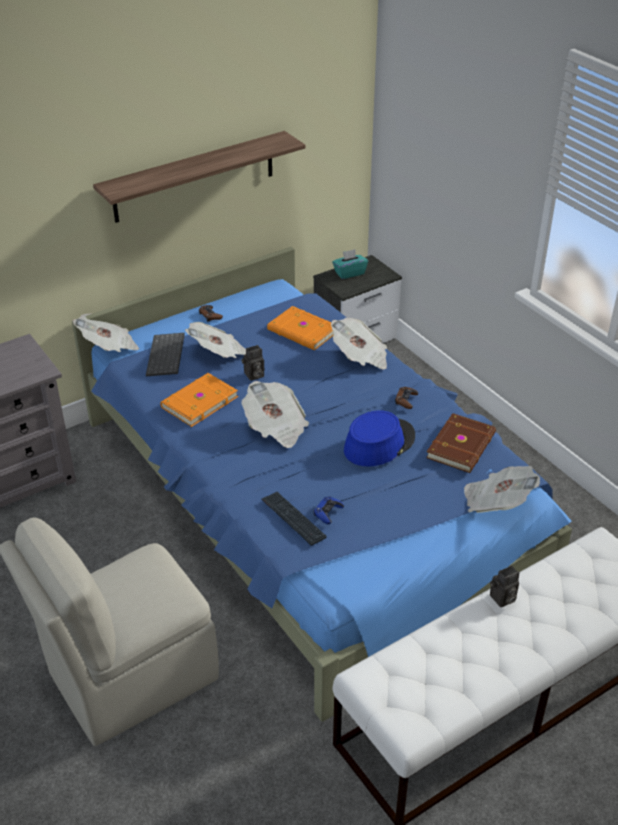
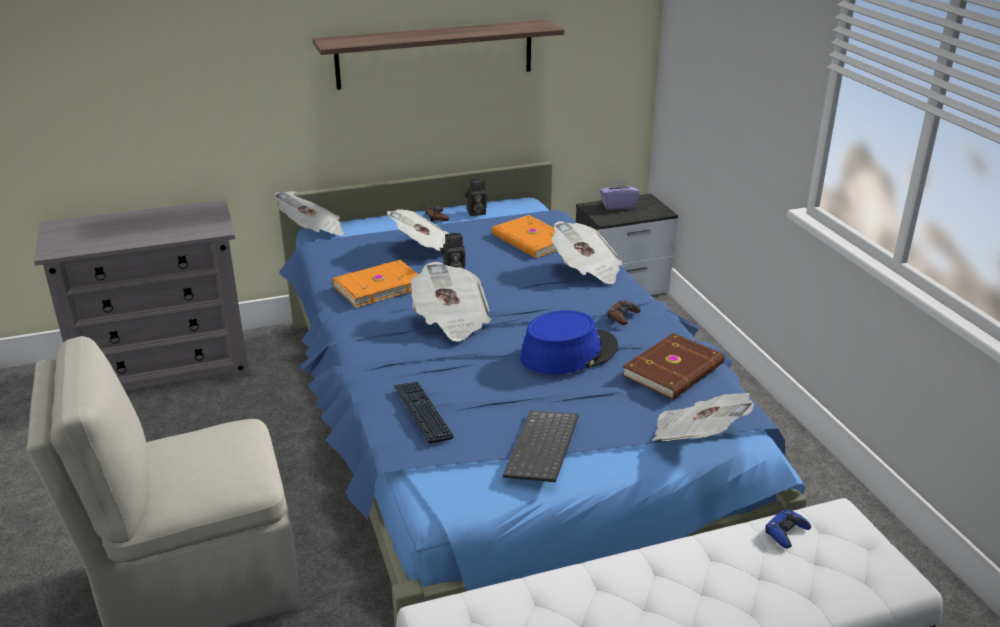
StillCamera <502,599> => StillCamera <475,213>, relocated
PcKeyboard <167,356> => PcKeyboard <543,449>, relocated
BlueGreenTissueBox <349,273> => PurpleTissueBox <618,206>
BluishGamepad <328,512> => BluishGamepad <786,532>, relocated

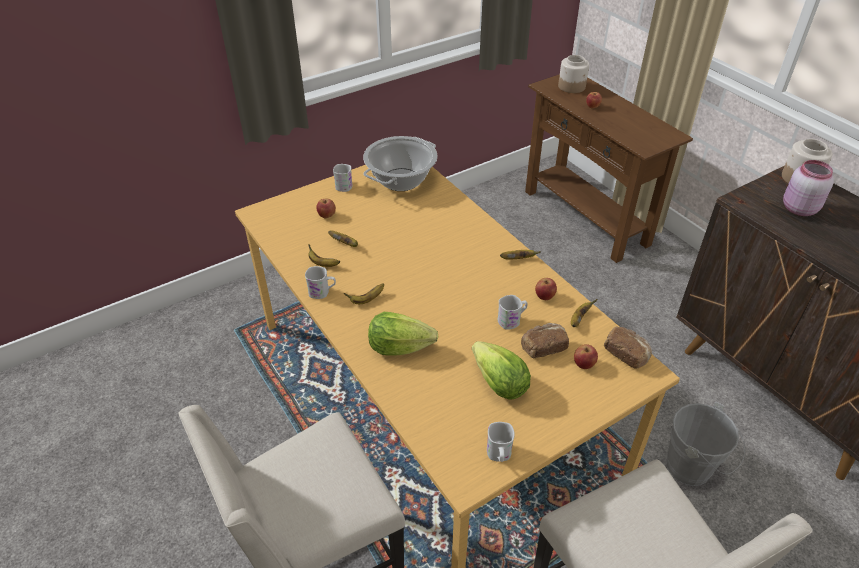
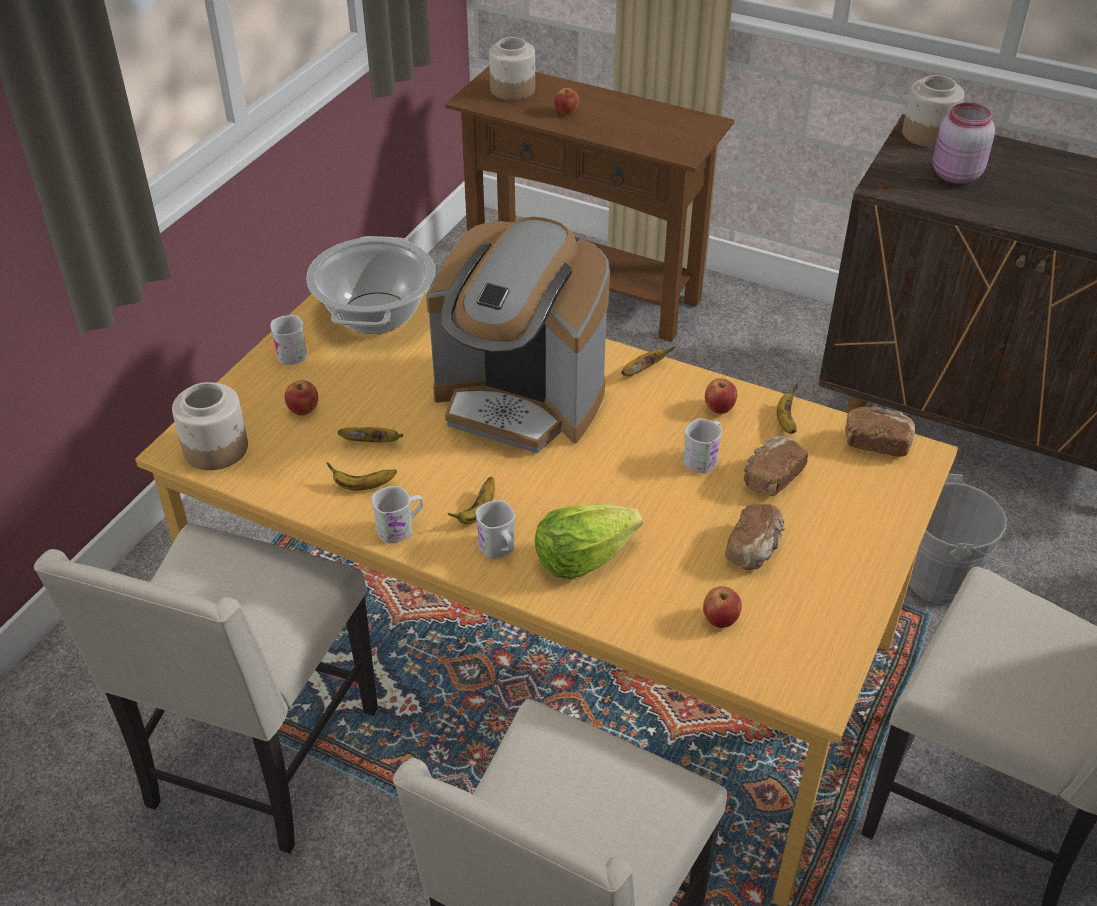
nothing => SandColouredChair <259,760>
nothing => Jar <217,448>
nothing => CoffeeMaker <520,401>
WhiteMug <499,455> => WhiteMug <499,549>, relocated
Apple <584,364> => Apple <720,619>, relocated
LettuceHead <499,384> => BakeryBread <755,549>

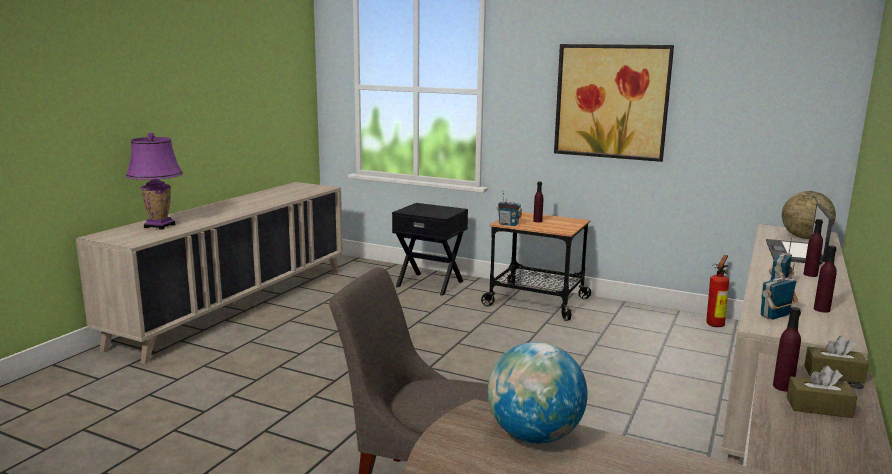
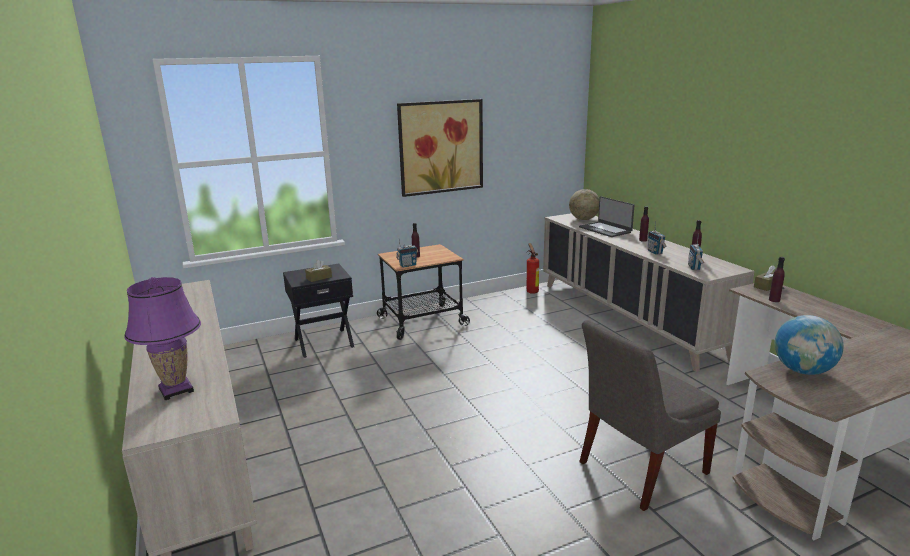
BrownishTissueBox <819,407> => BrownishTissueBox <319,278>, relocated

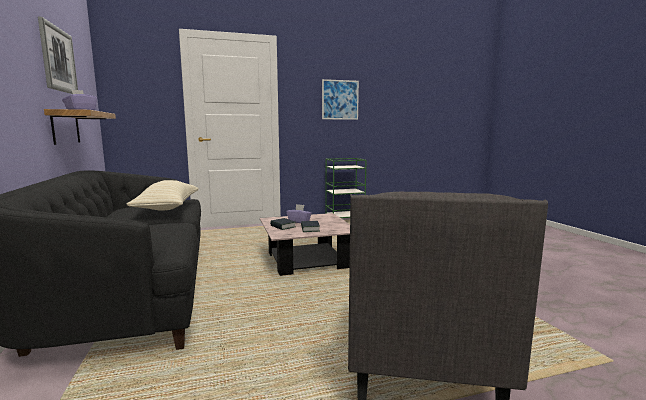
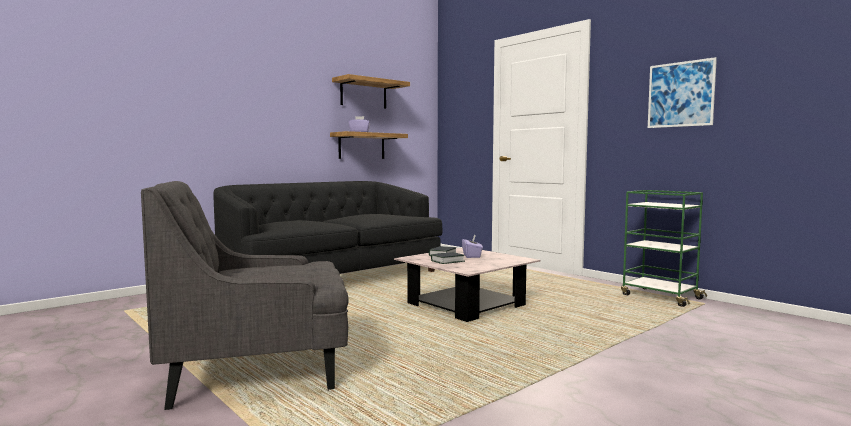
WallPicture <58,59> => Shelf <363,94>
SandColouredThrowPillow <168,208> => nothing

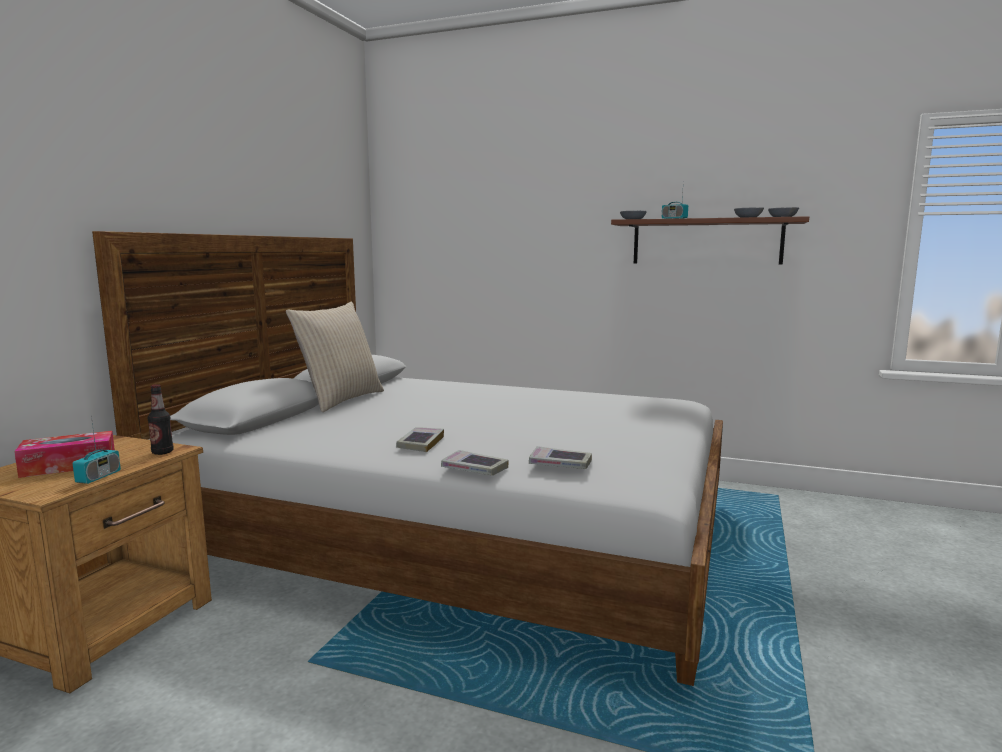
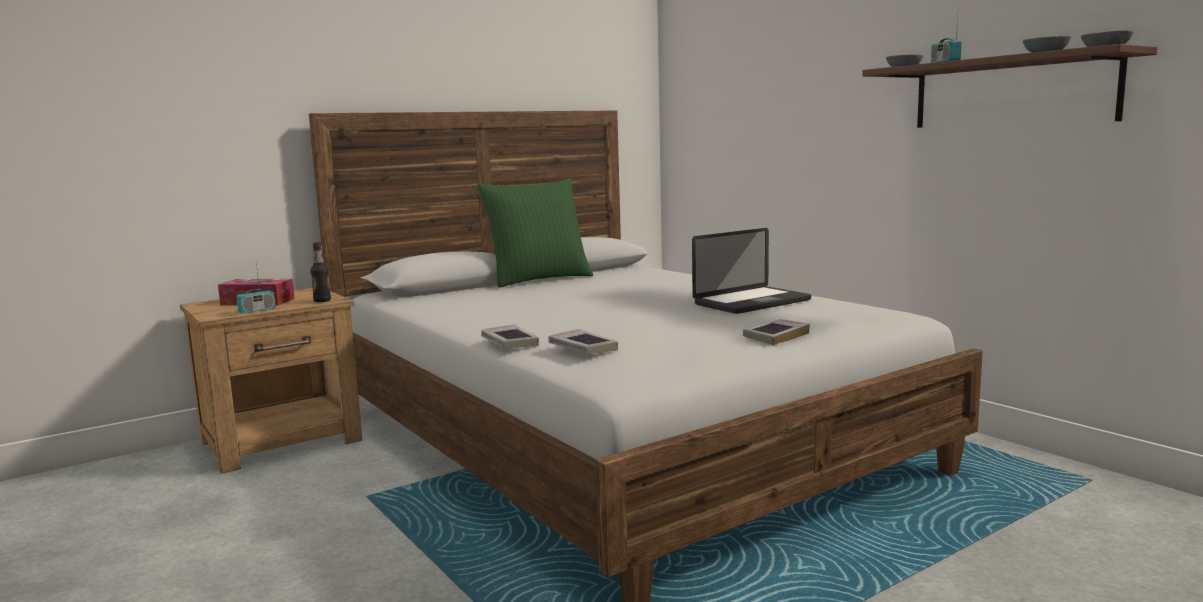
SandColouredThrowPillow <340,400> => GreenThrowPillow <538,279>
nothing => Laptop <752,302>
Volume <420,443> => Volume <776,336>, relocated

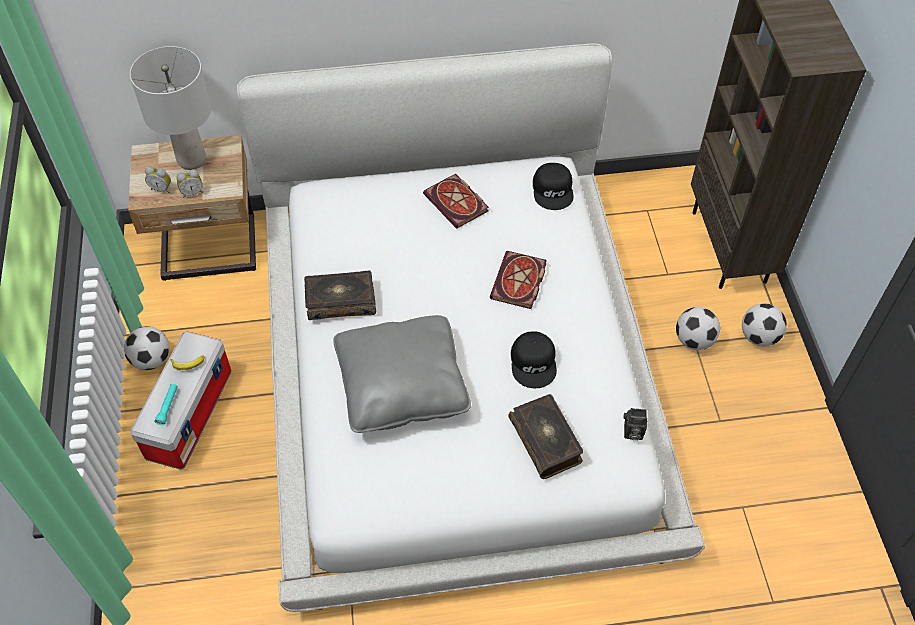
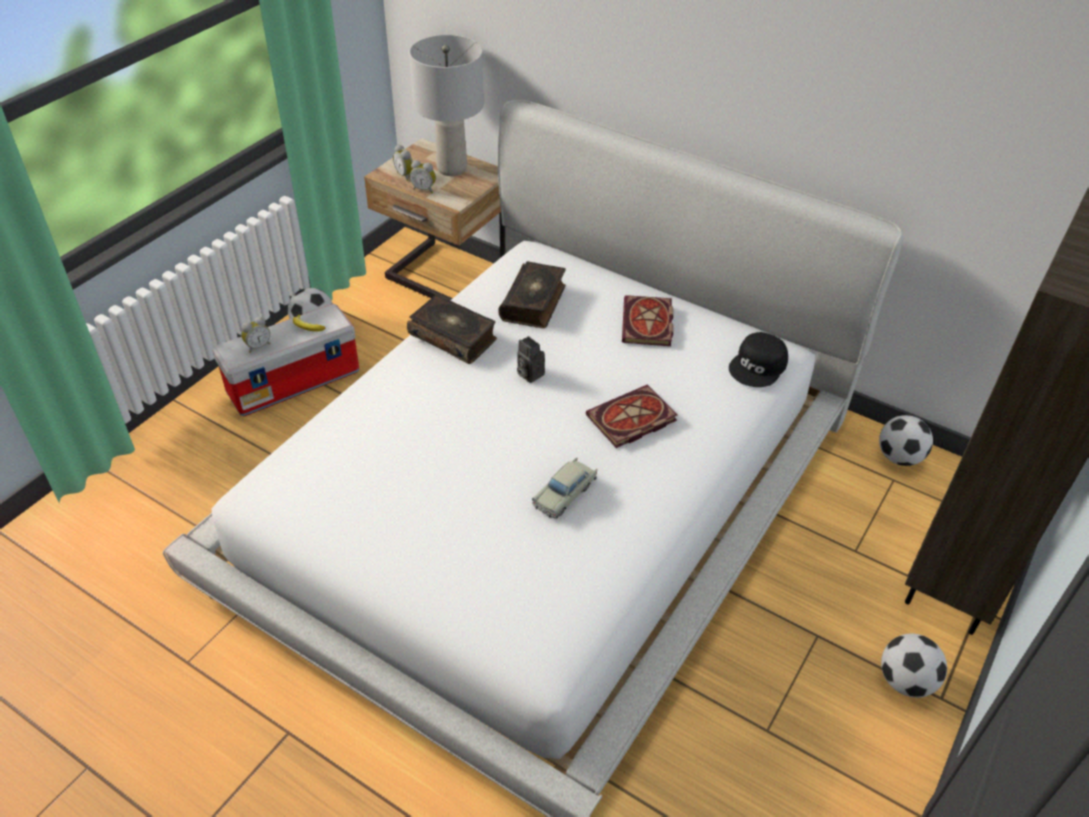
BlueGreenTorch <168,406> => TableClock <258,346>
Volume <546,441> => Volume <534,303>, relocated
StillCamera <632,432> => StillCamera <528,374>, relocated
BlackBaseballCap <534,362> => SandColouredModelCar <565,494>
BallForFootball <694,340> => BallForFootball <899,457>, relocated
GrayThrowPillow <402,385> => nothing

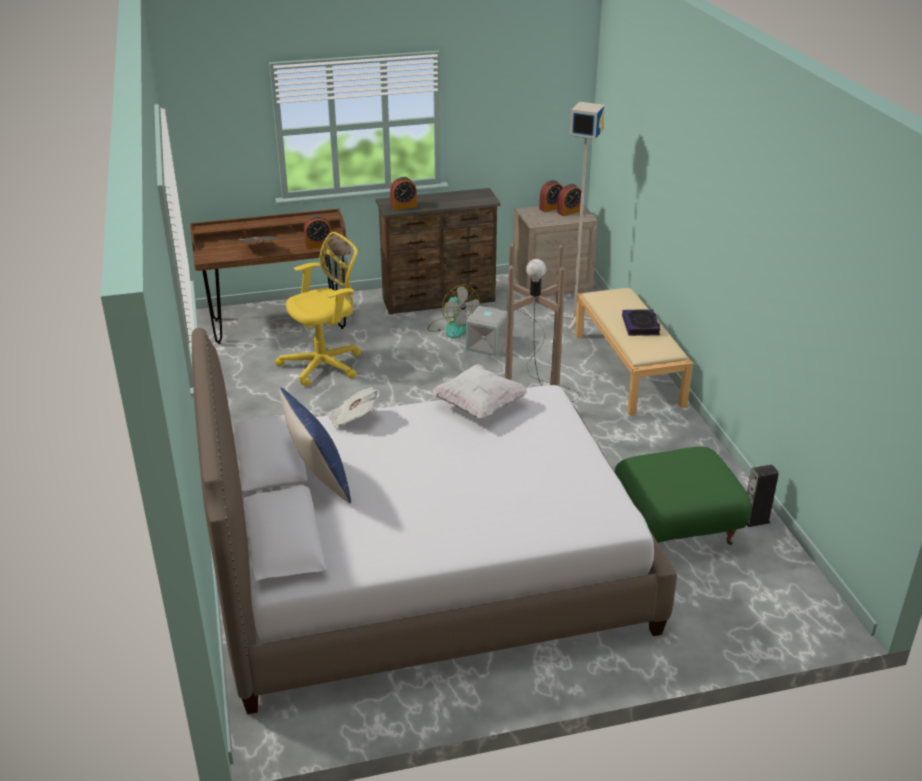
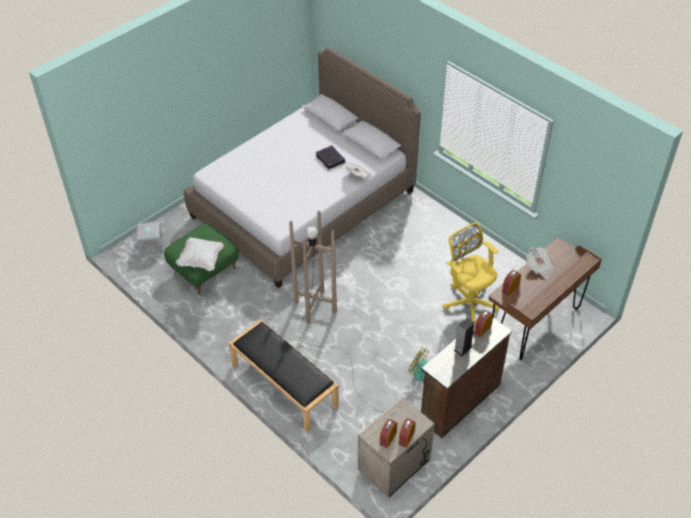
GrayStorageBox <488,346> => GrayStorageBox <151,246>, relocated
WhiteThrowPillow <479,406> => WhiteThrowPillow <201,260>, relocated
SandColouredLongSeat <629,370> => BlackLongSeat <283,384>
Volume <640,326> => Volume <330,159>, relocated
YellowColouredDeskChair <325,365> => YellowColouredDeskChair <468,302>, 120 degrees clockwise
AudioSpeaker <755,520> => AudioSpeaker <462,348>, relocated
BluishThrowPillow <318,480> => nothing
GrayFloorLamp <574,318> => nothing

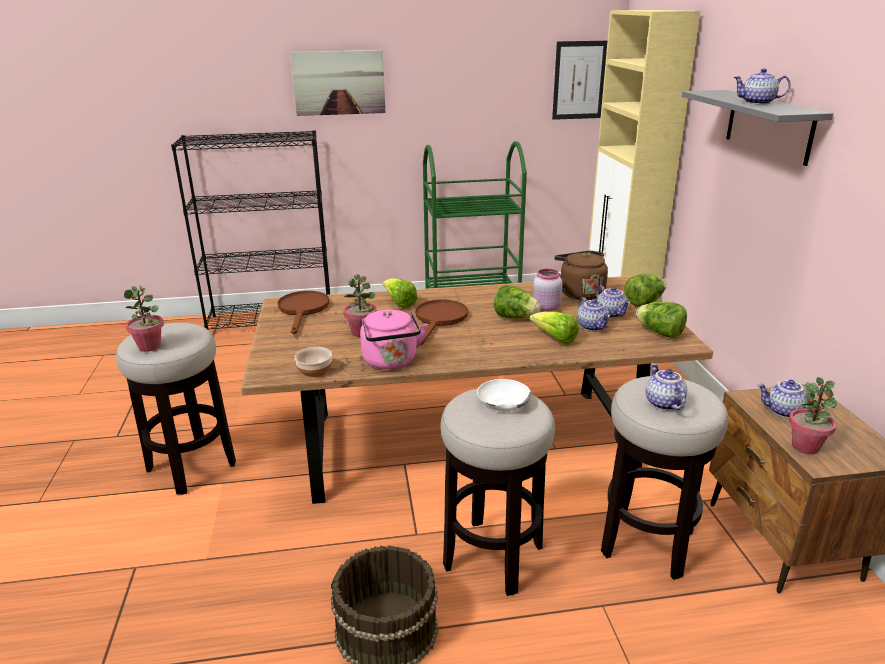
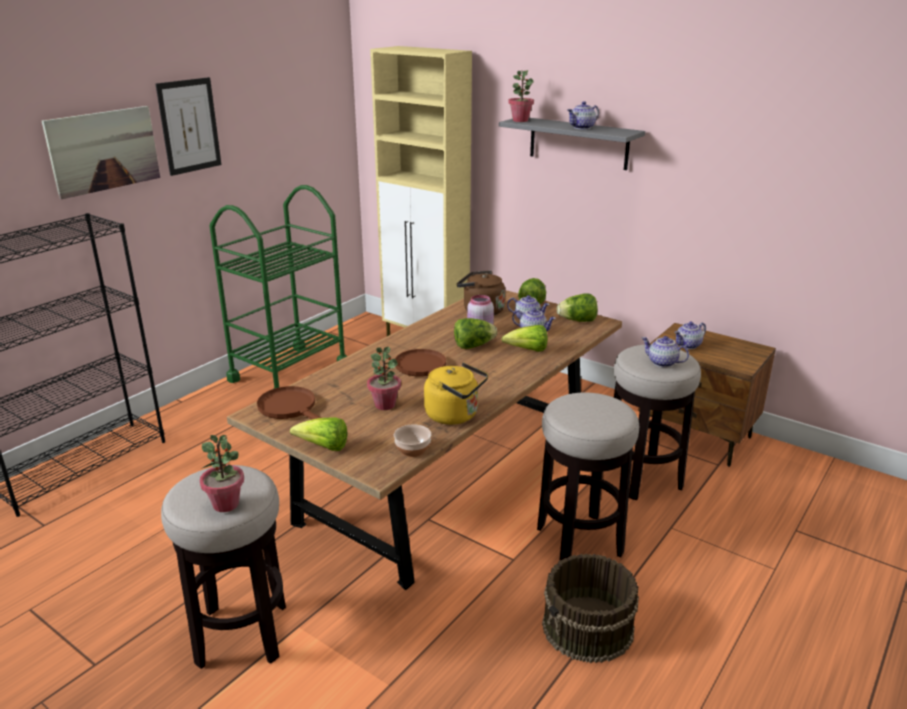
WallPicture <579,80> => WallPicture <189,126>, relocated
LettuceHead <399,303> => LettuceHead <324,447>, relocated
PinkishTeaKettle <391,362> => YellowColouredTeaKettle <455,415>
PottedPlant <805,447> => PottedPlant <520,120>, relocated
WhiteBowl <502,402> => nothing

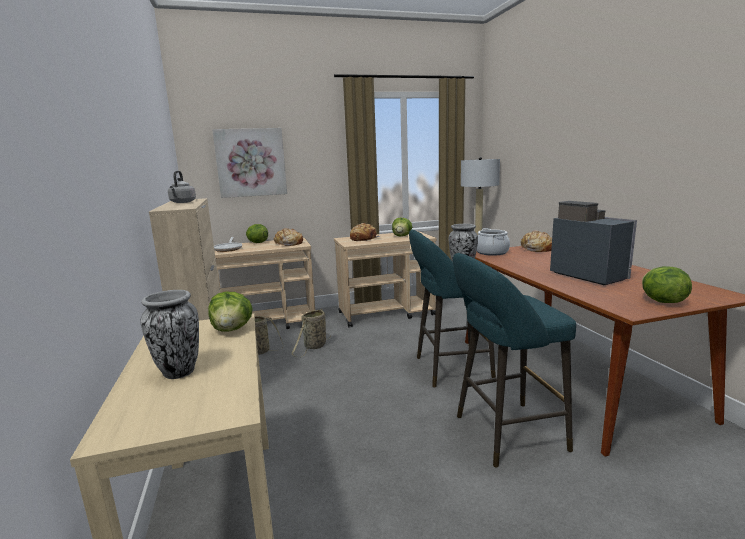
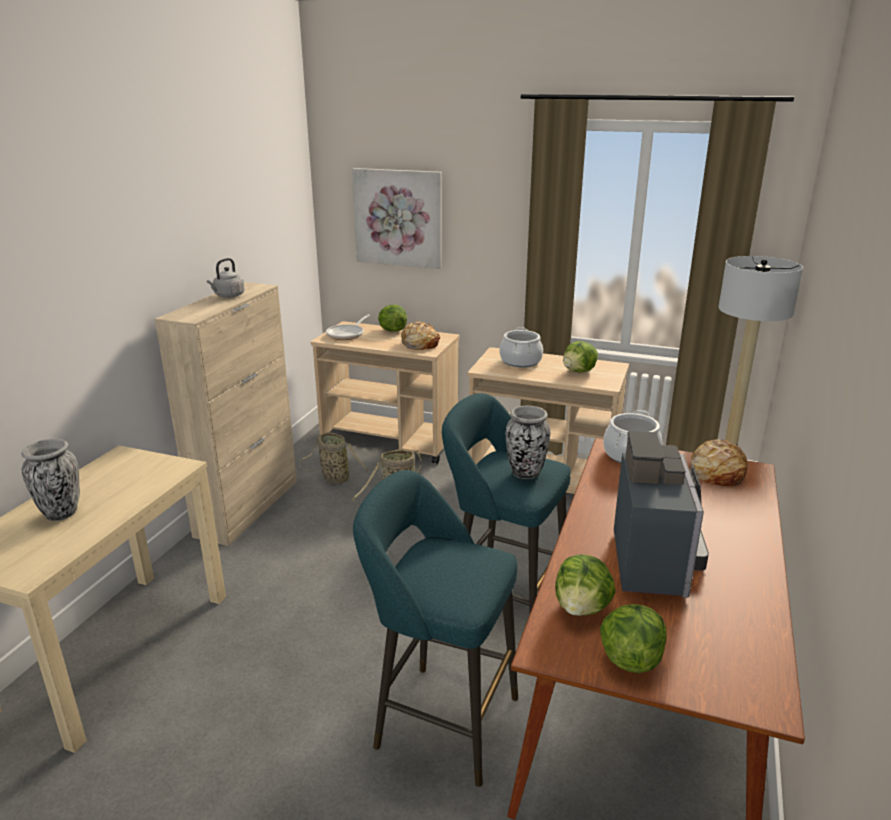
BakeryBread <363,238> => CookingPot <520,361>
LettuceHead <232,329> => LettuceHead <582,608>, relocated

